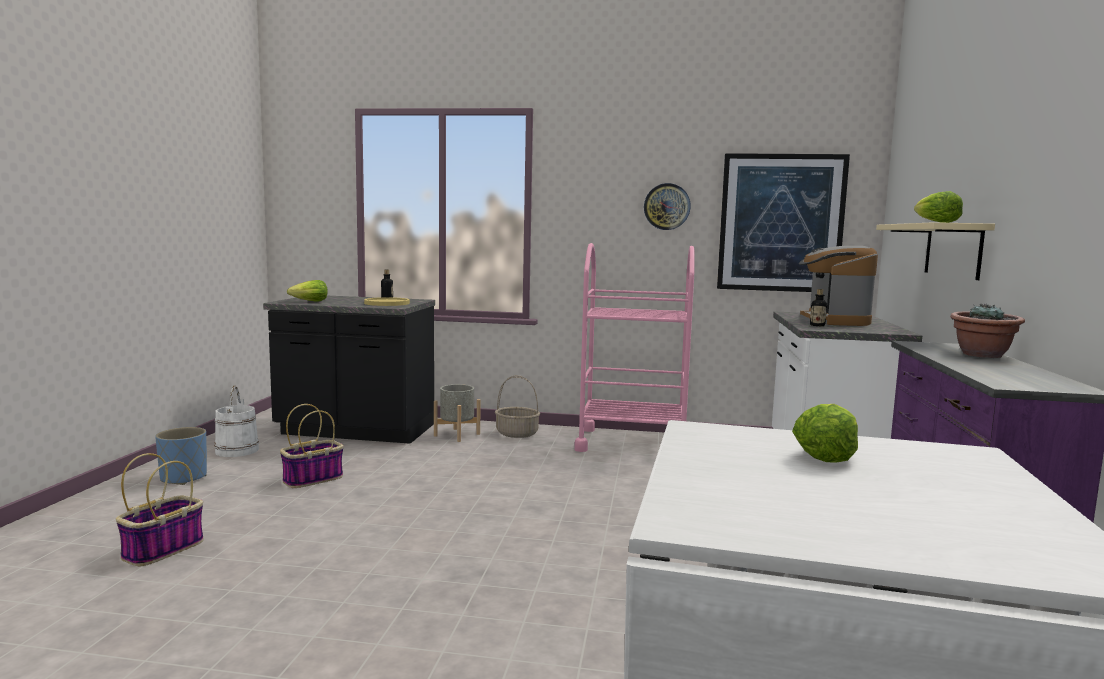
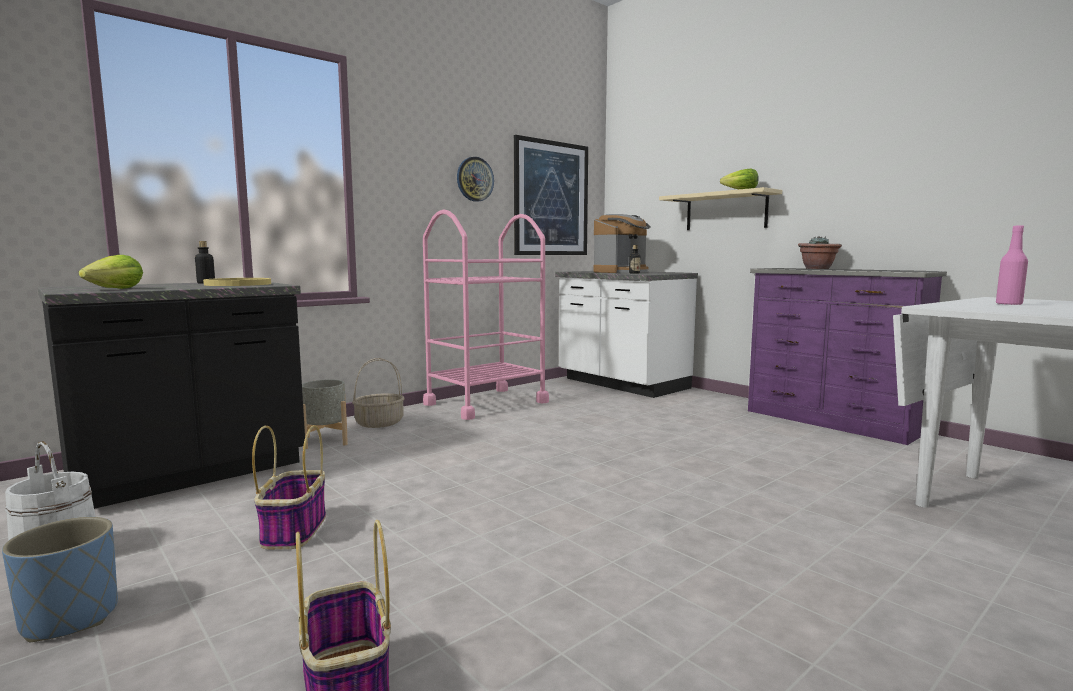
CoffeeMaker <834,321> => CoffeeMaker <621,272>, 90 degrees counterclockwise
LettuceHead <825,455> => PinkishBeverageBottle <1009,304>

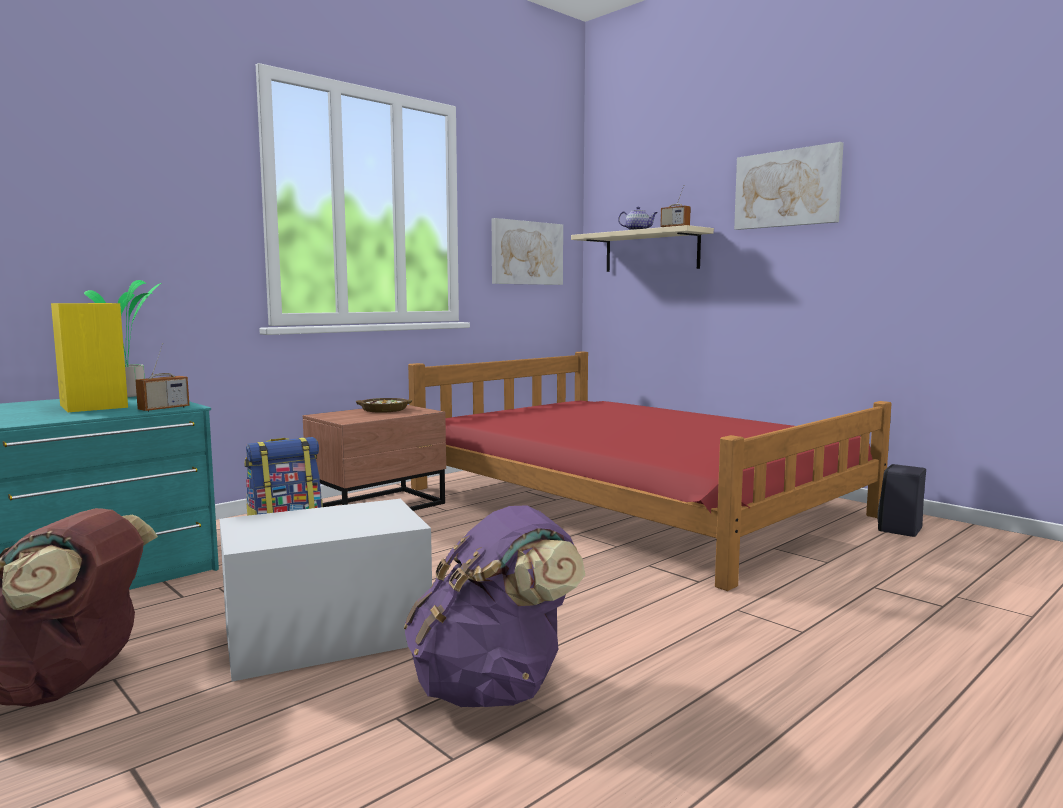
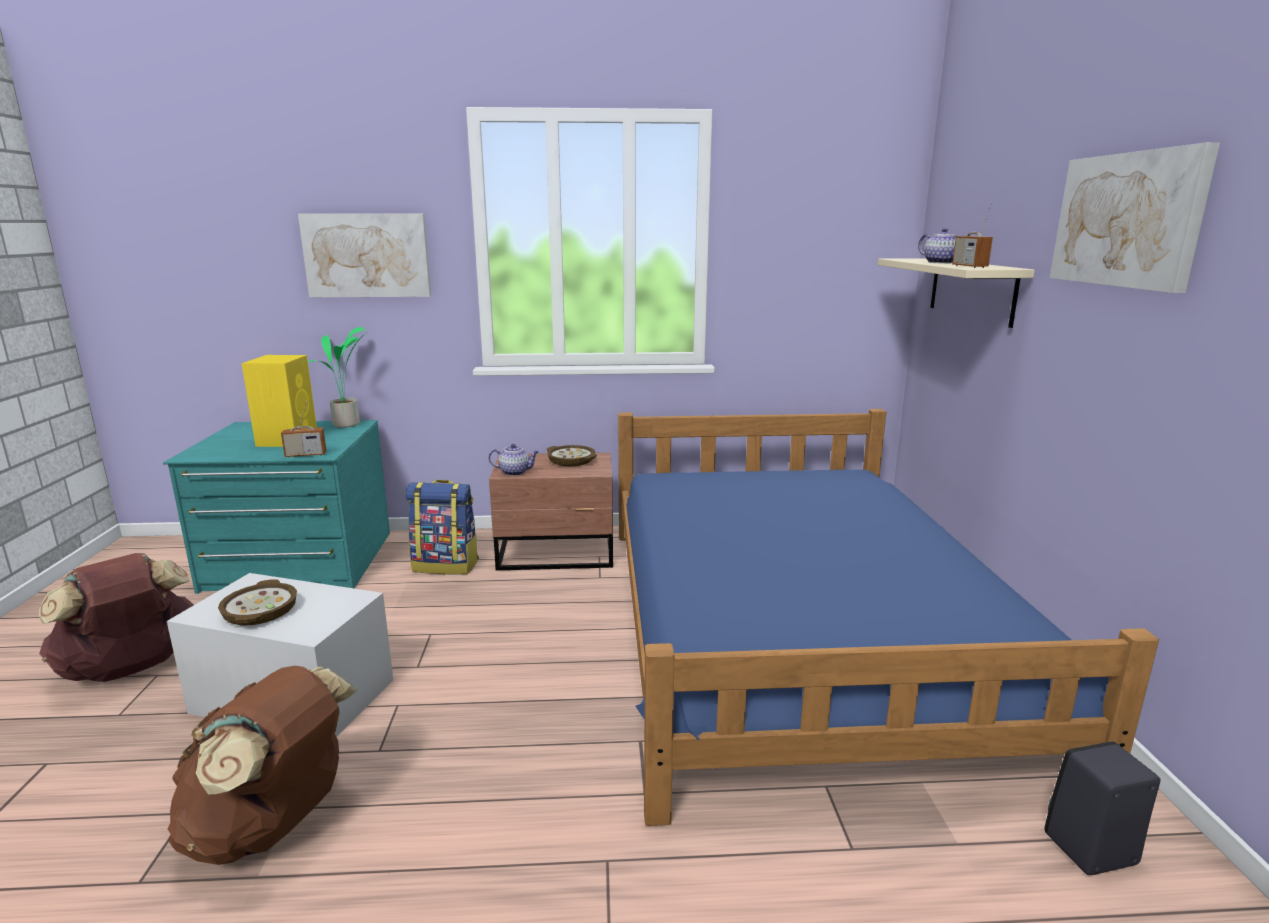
PurpleKnapsack <493,688> => BrownishKnapsack <274,825>
nothing => Bowl <259,611>
WallPicture <526,253> => WallPicture <367,255>, relocated
nothing => TeaPot <515,472>
ReddishSleepingBed <634,501> => BluishSleepingBed <795,632>

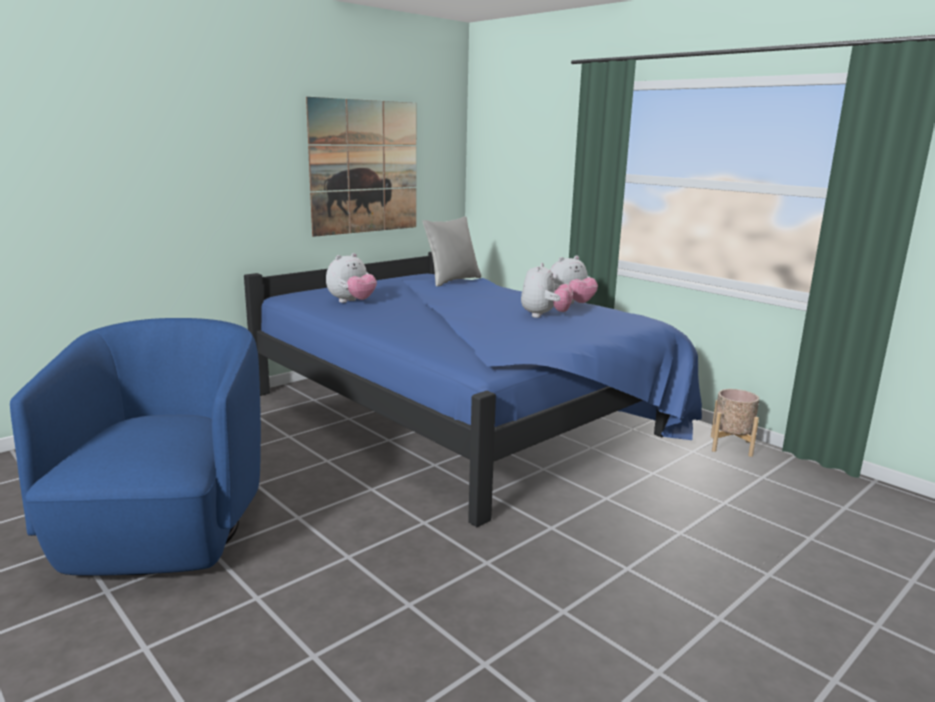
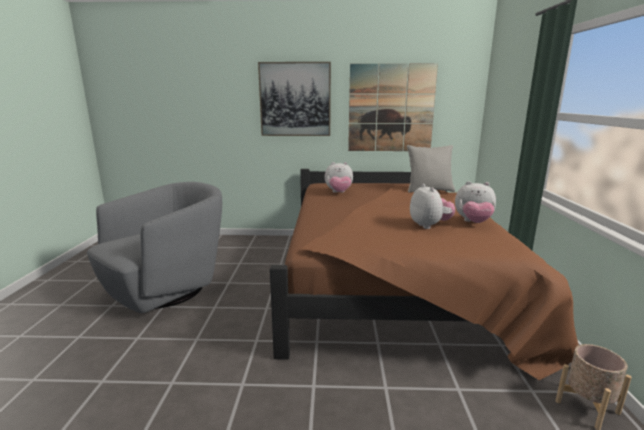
BluishEasyChair <166,530> => GrayEasyChair <167,289>
nothing => WallPicture <295,99>
BluishSleepingBed <466,412> => BrownishSleepingBed <391,284>
PlushToy <544,316> => PlushToy <429,226>, 75 degrees counterclockwise

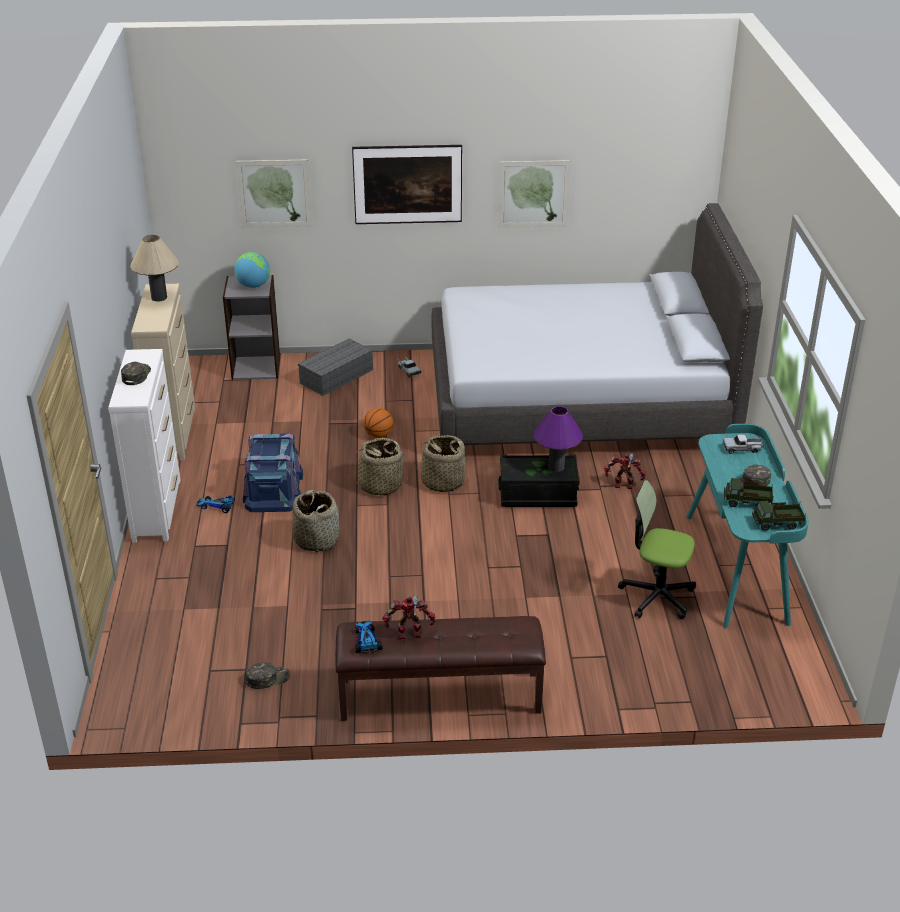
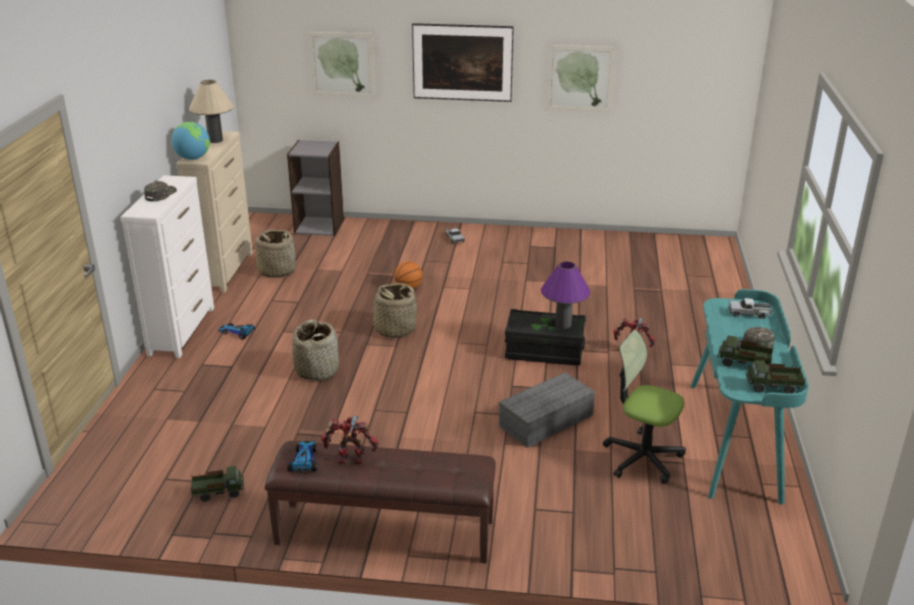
Globe <253,286> => Globe <193,158>, relocated
GreenBaseballCap <268,678> => ToyTruck <218,492>
StorageBasket <442,482> => StorageBasket <276,271>, relocated
GrayStorageBox <336,377> => GrayStorageBox <545,422>, relocated
BluishStorageBox <274,488> => nothing
GraySleepingBed <578,401> => nothing

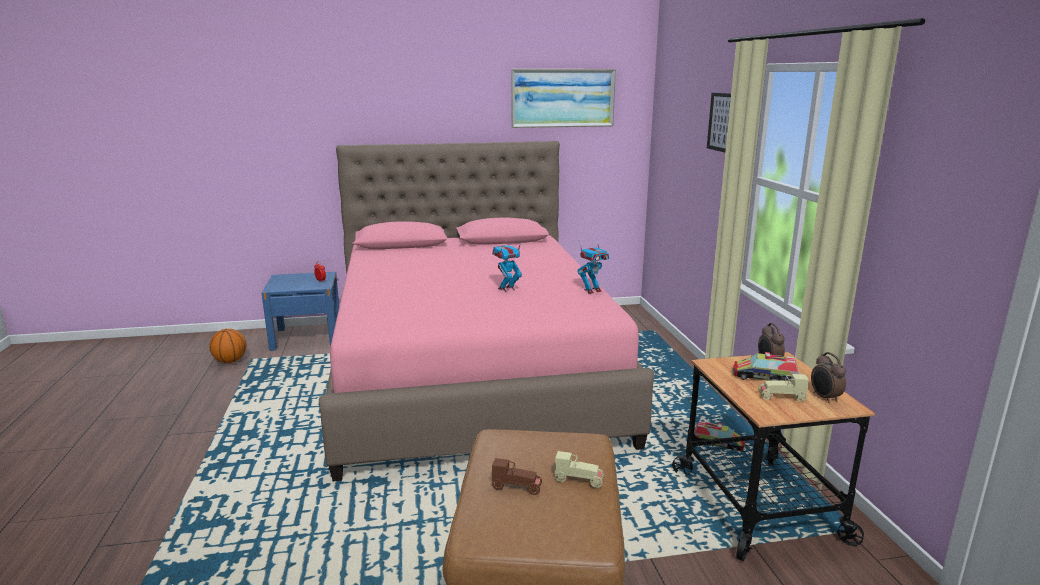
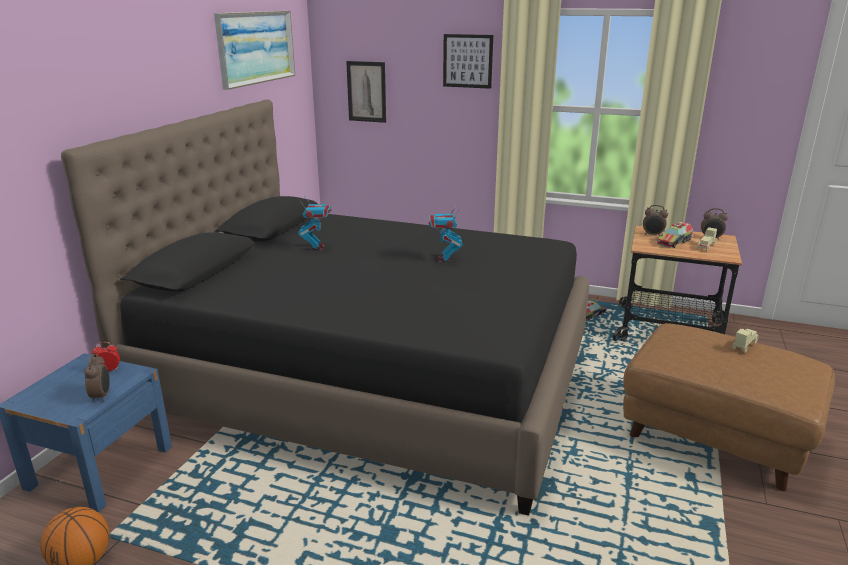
PinkishSleepingBed <471,374> => BlackSleepingBed <372,376>
nothing => TableClock <101,396>
ModelRobot <592,290> => ModelRobot <317,248>, relocated
nothing => WallPicture <366,91>
BrownishModelCar <517,487> => nothing

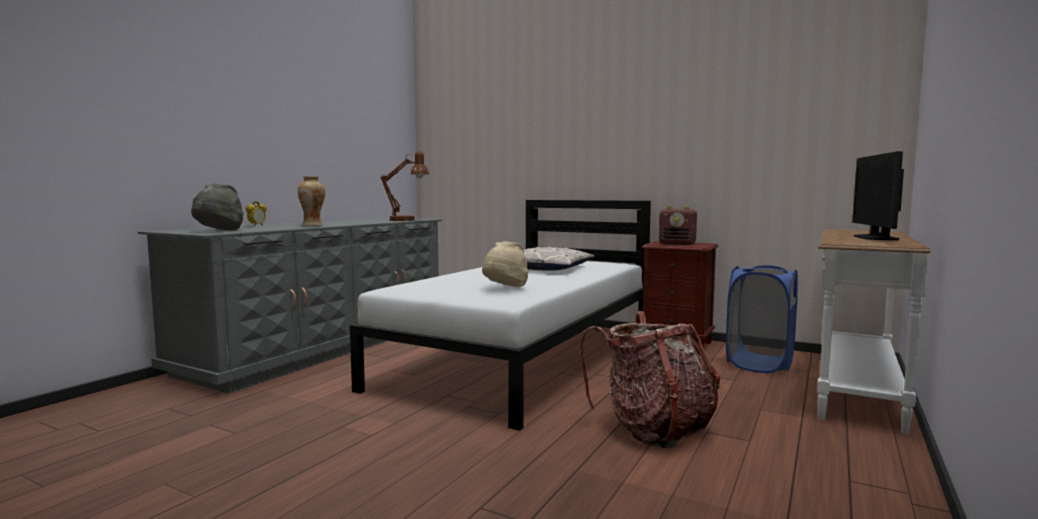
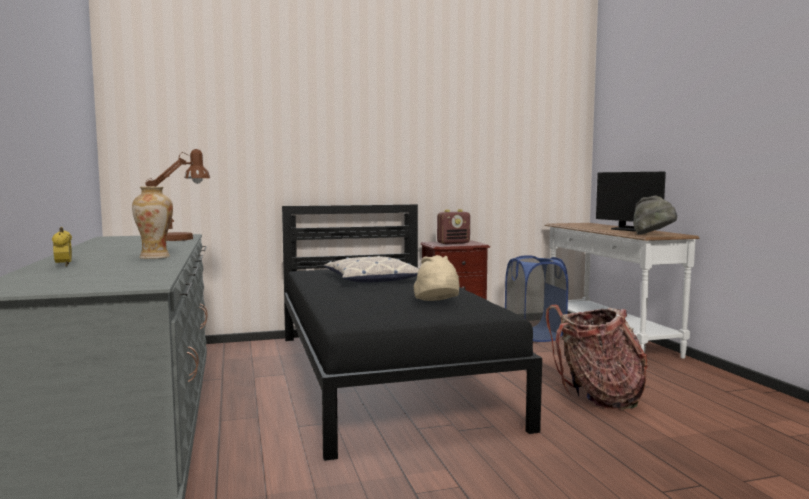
WhiteSleepingBed <525,358> => BlackSleepingBed <384,375>
GrayWearableHat <219,231> => GrayWearableHat <653,235>, relocated

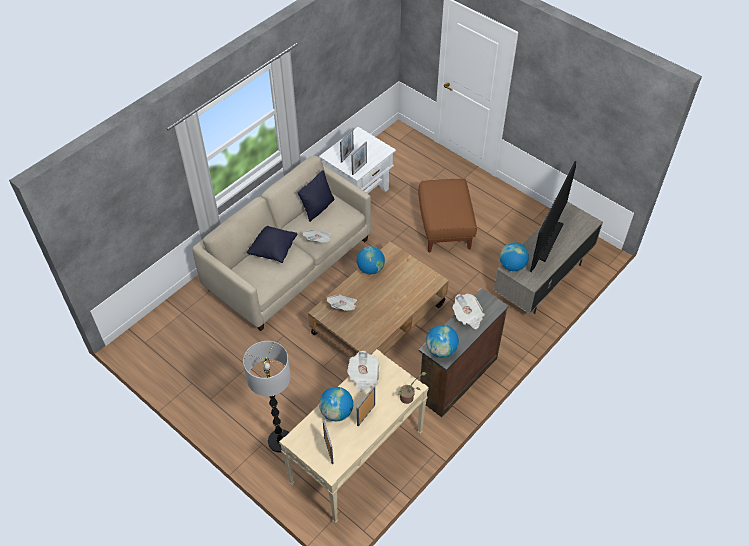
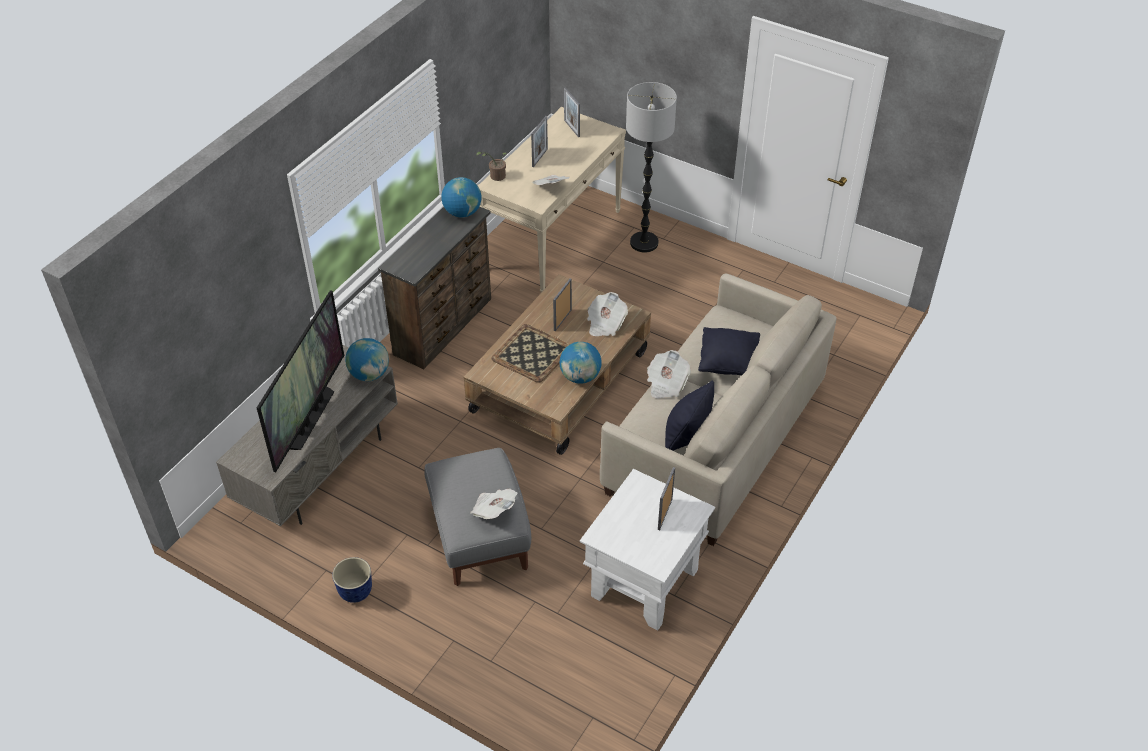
nothing => FlowerPot <355,592>
BrownishFootrest <444,227> => GrayFootrest <480,534>
PrintedPaper <468,316> => PrintedPaper <494,510>, relocated
nothing => CarryingTray <533,353>
StandingFrame <359,168> => StandingFrame <562,320>, relocated
Globe <337,412> => nothing

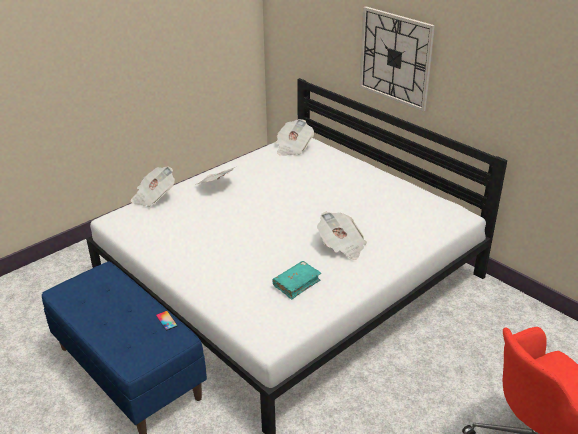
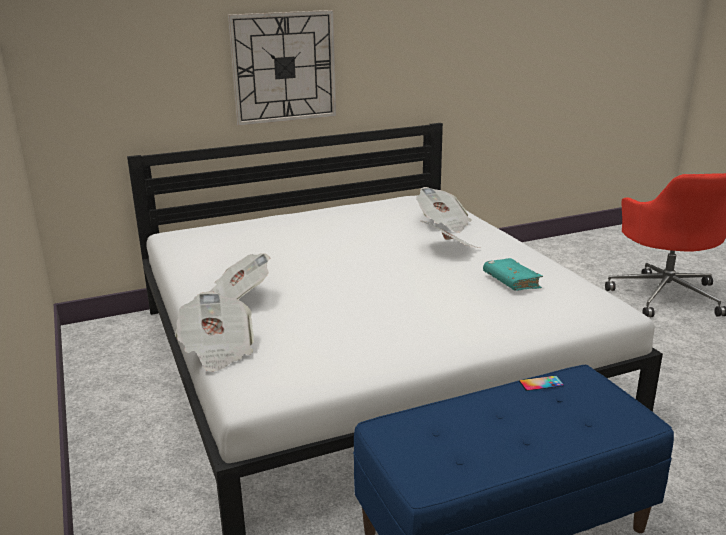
PrintedPaper <293,148> => PrintedPaper <443,224>, relocated

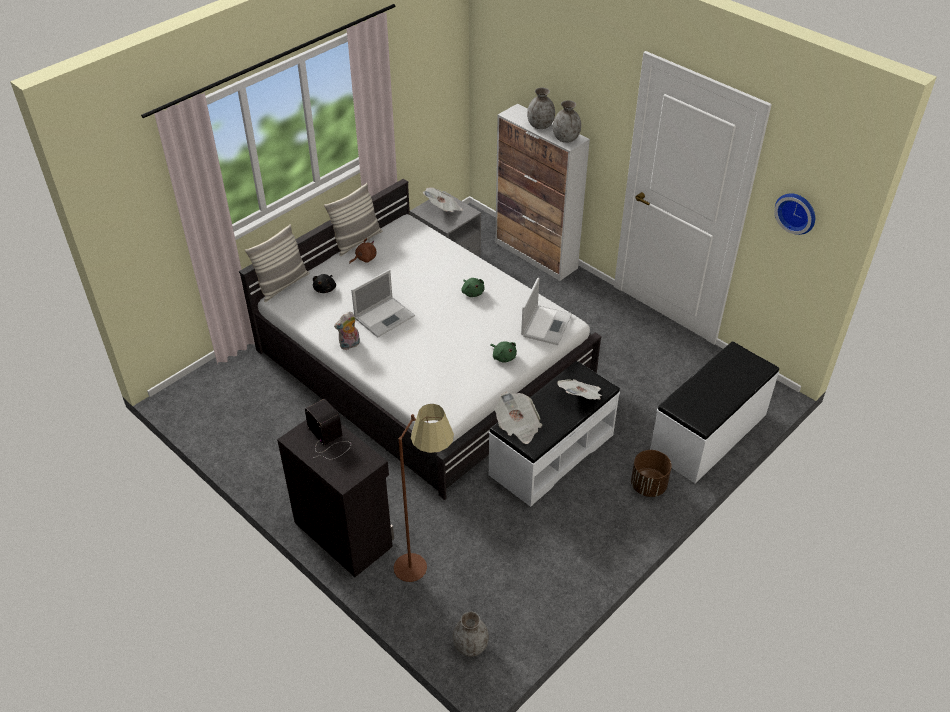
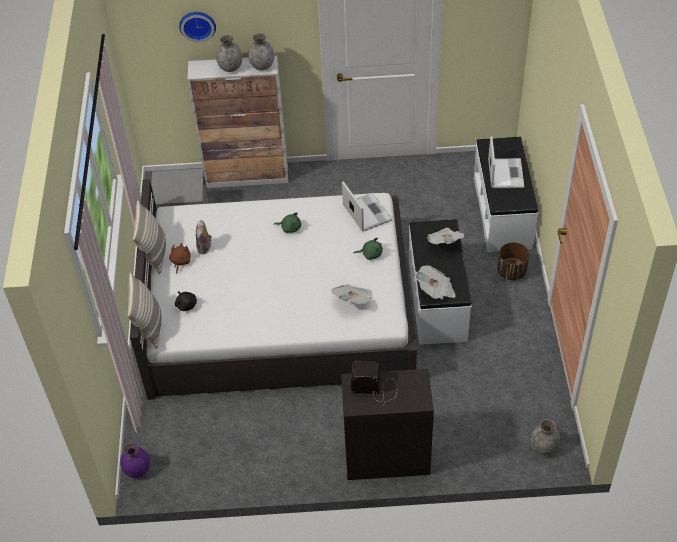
nothing => PurpleVase <137,470>
HangingClock <797,212> => HangingClock <197,24>, relocated
PlushToy <349,345> => PlushToy <205,248>, relocated
PrintedPaper <443,208> => PrintedPaper <353,300>, relocated
Laptop <385,316> => Laptop <505,173>, relocated
BrownishFloorLamp <425,568> => nothing

